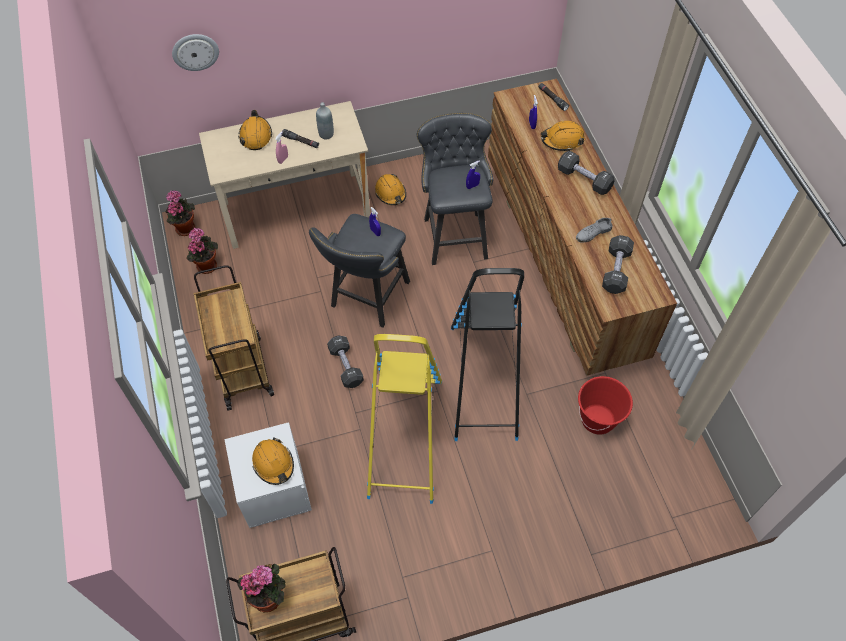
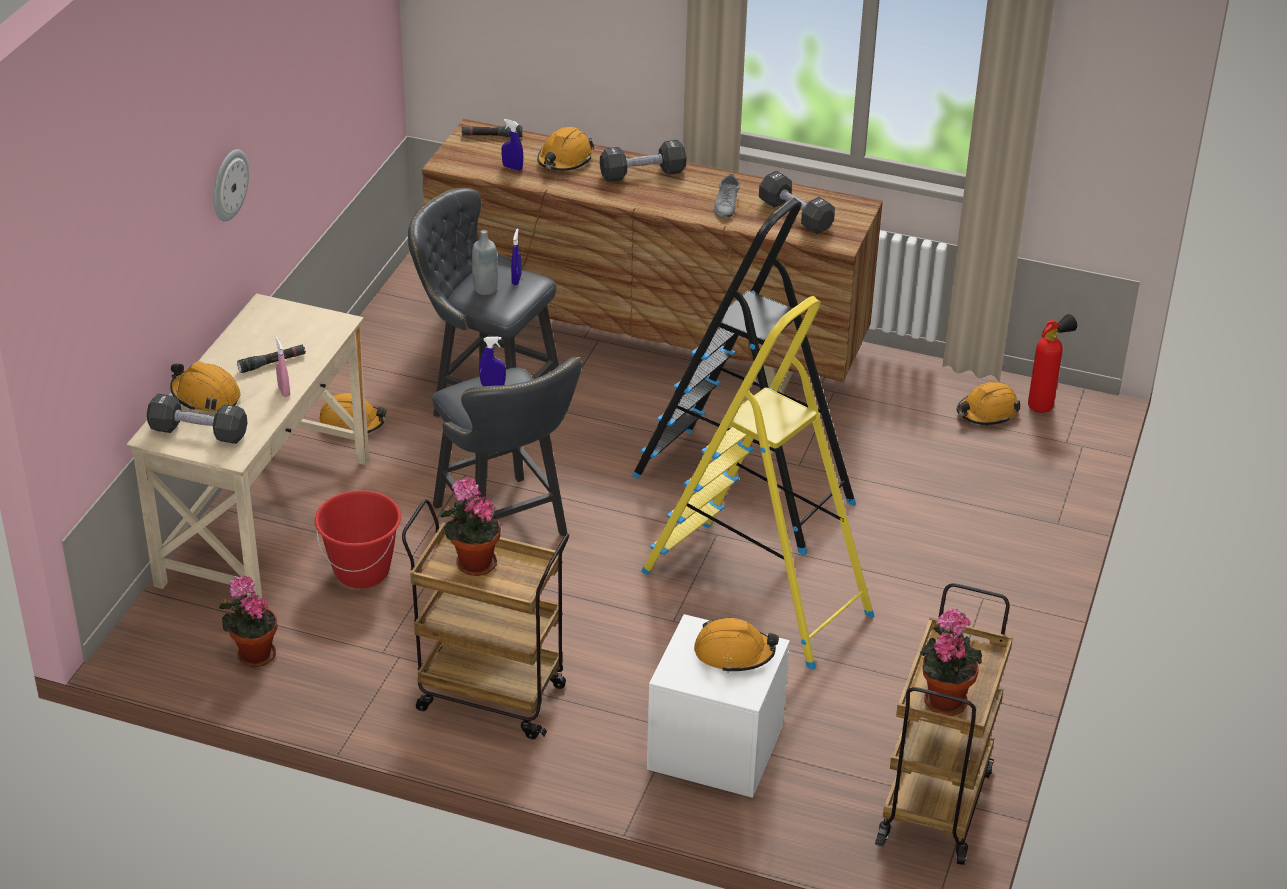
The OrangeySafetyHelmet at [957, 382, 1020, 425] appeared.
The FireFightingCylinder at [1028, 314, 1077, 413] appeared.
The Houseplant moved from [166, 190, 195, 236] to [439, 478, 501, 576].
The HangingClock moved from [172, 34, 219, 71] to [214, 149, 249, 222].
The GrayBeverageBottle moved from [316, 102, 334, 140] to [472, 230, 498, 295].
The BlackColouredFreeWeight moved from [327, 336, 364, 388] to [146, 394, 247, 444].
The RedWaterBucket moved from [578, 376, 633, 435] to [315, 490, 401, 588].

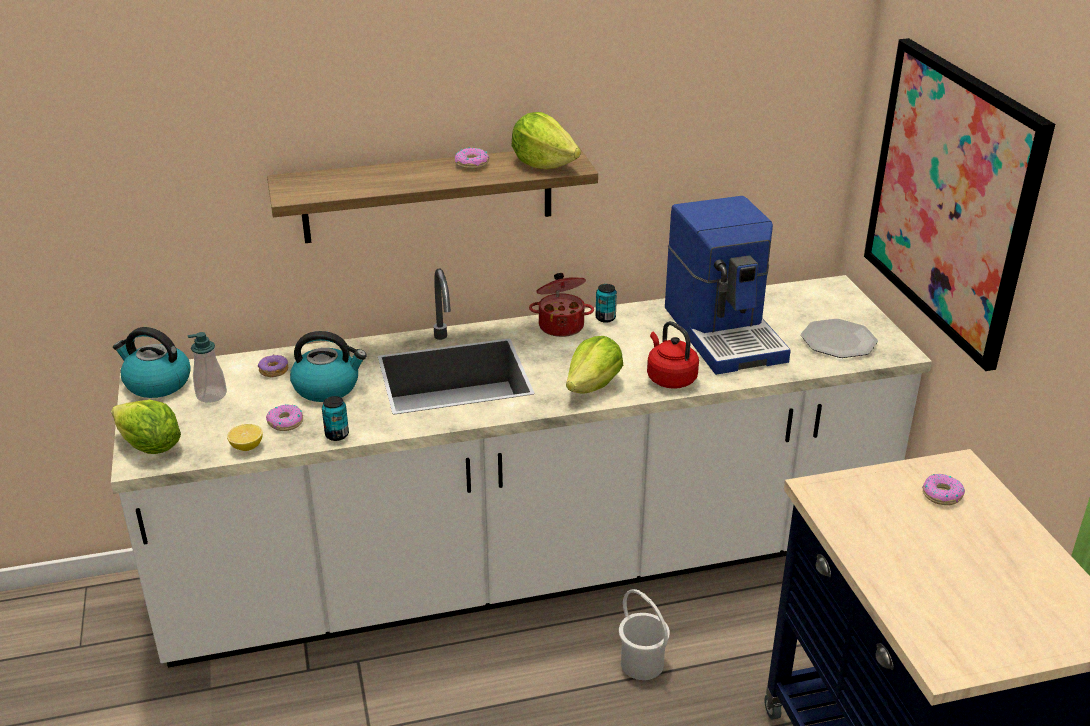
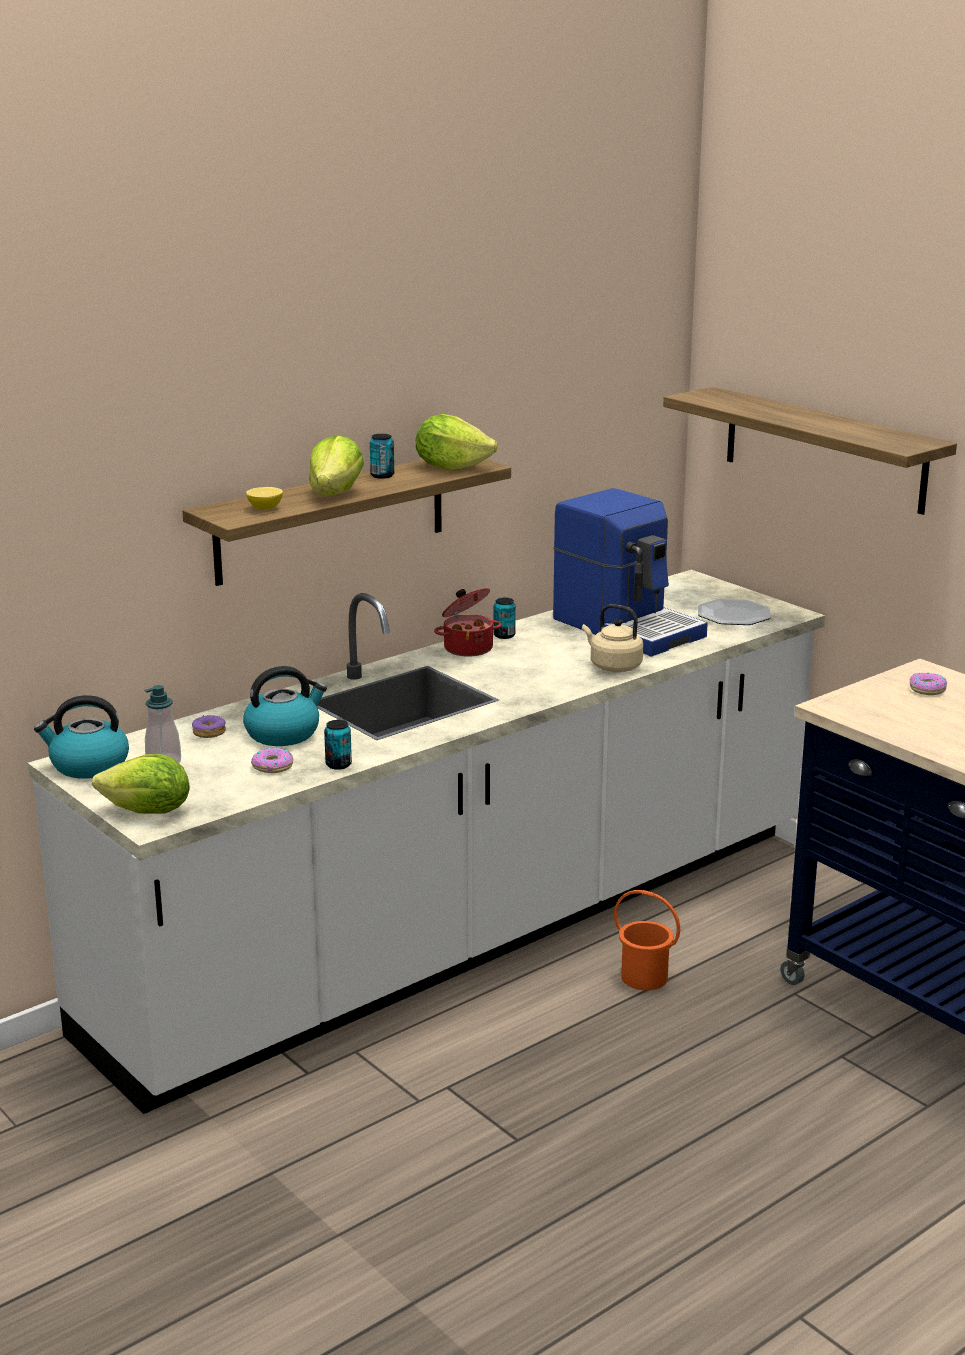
The WholeLemon moved from [227, 424, 263, 451] to [246, 487, 283, 510].
The Lettuce moved from [566, 336, 623, 394] to [309, 435, 364, 495].
The Doughnut at [455, 147, 489, 169] was replaced by the SealedCan at [370, 434, 394, 479].
The Picture at [864, 38, 1055, 371] was replaced by the BracketShelf at [663, 387, 957, 515].
The WhitishWaterBucket at [619, 589, 670, 680] became the OrangeyWaterBucket at [614, 890, 680, 990].
The RedTeaKettle at [647, 321, 699, 389] became the BeigeTeaKettle at [582, 604, 643, 672].

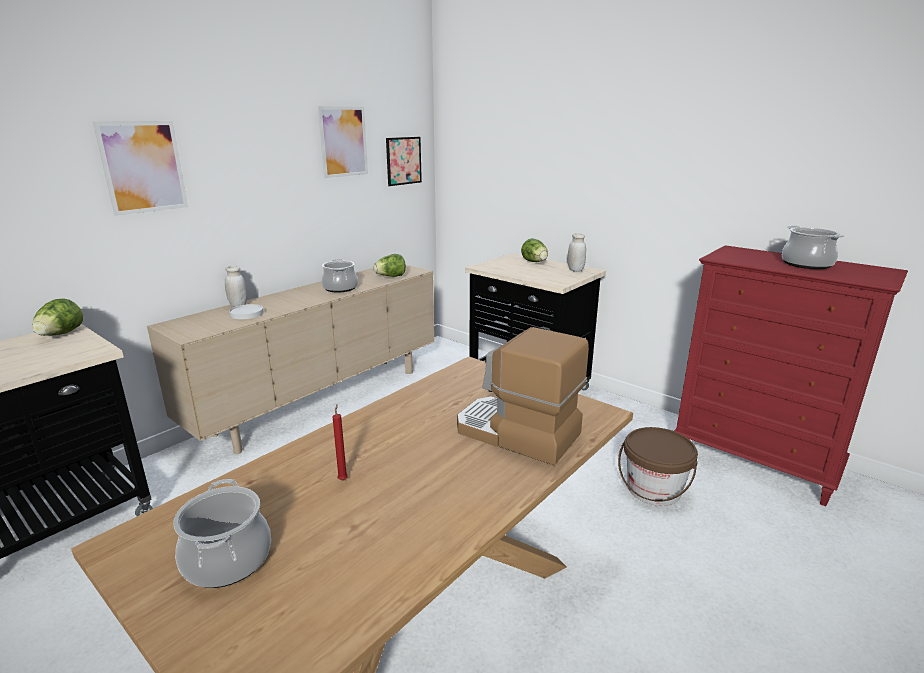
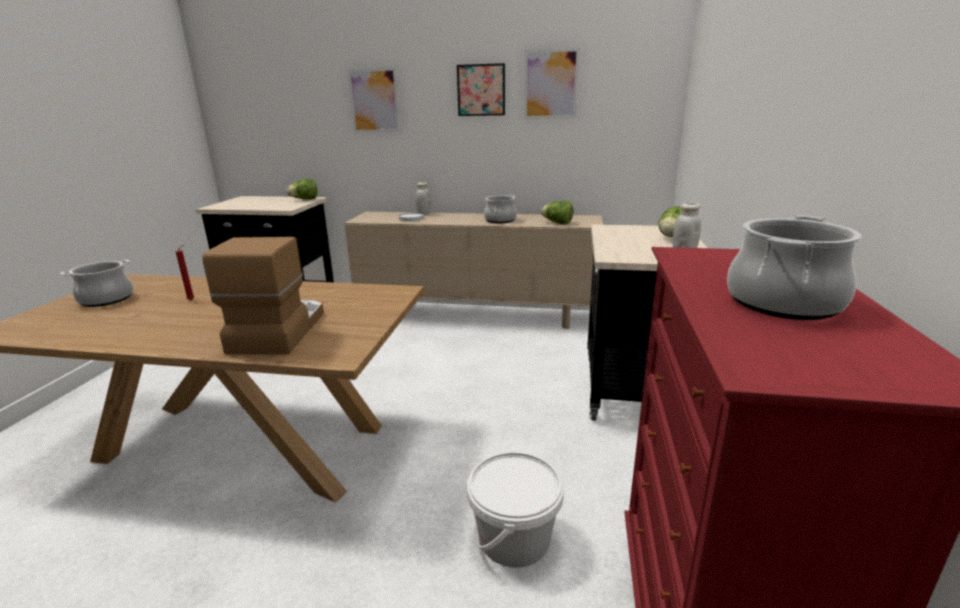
The Picture moved from [386, 137, 422, 186] to [457, 63, 505, 116].
The BrownWaterBucket at [618, 427, 698, 506] became the WhitishWaterBucket at [467, 452, 564, 568].

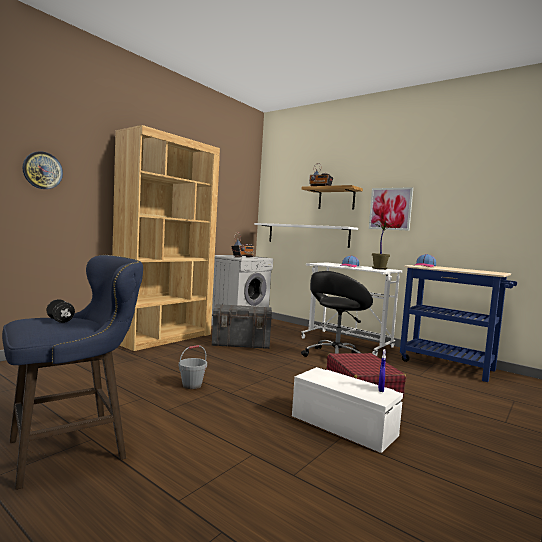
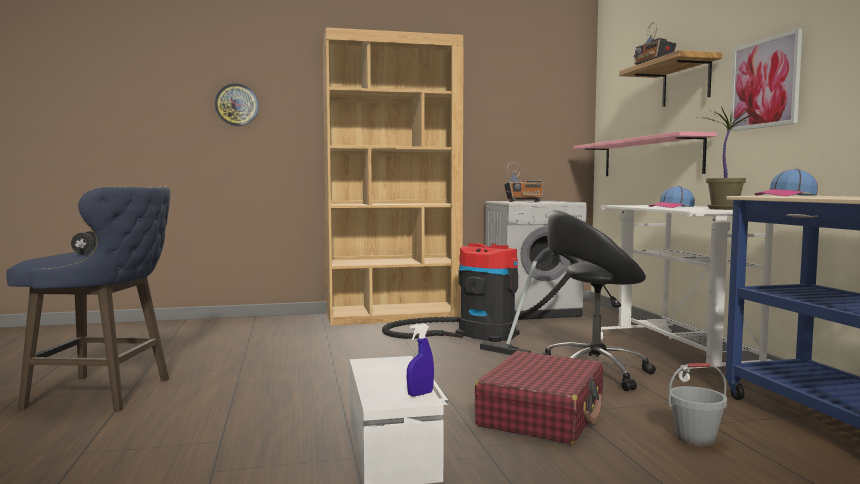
The GrayWaterBucket moved from [179, 345, 207, 389] to [668, 363, 727, 446].
The GrayStorageBin at [212, 304, 273, 349] was replaced by the Hoover at [382, 243, 572, 355].
The WhitishBracketShelf at [254, 223, 358, 248] became the PinkishBracketShelf at [574, 131, 717, 176].

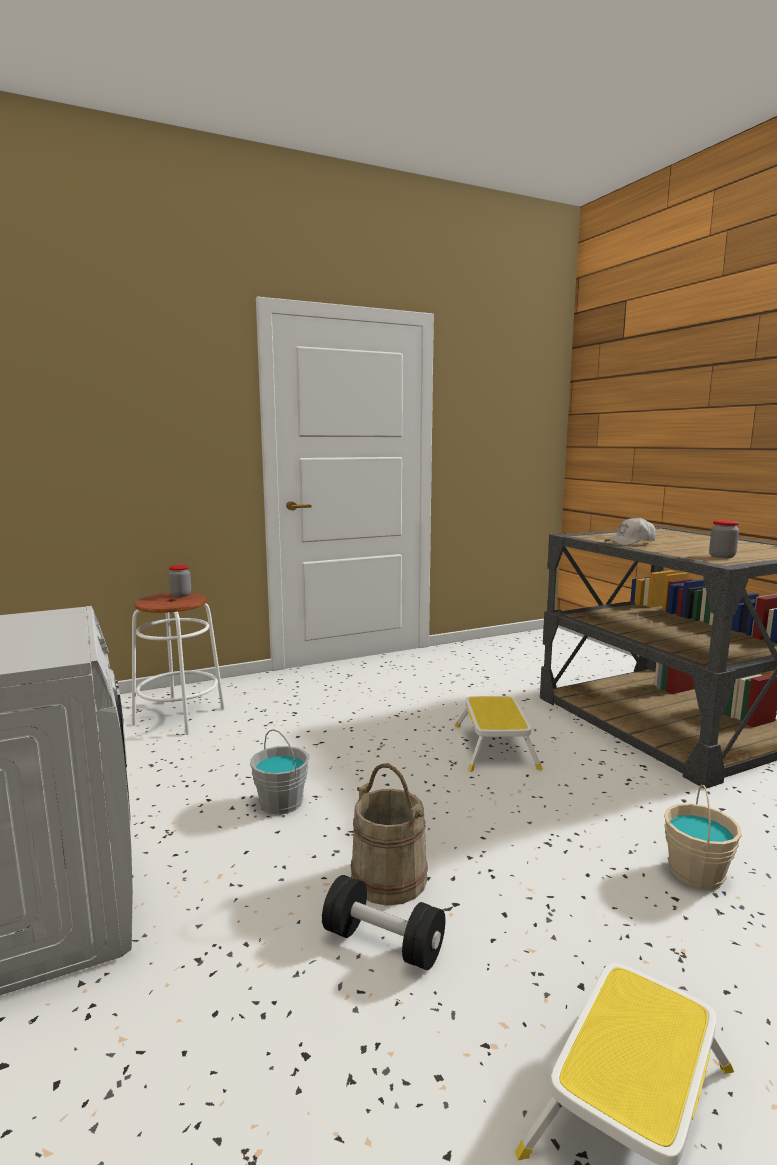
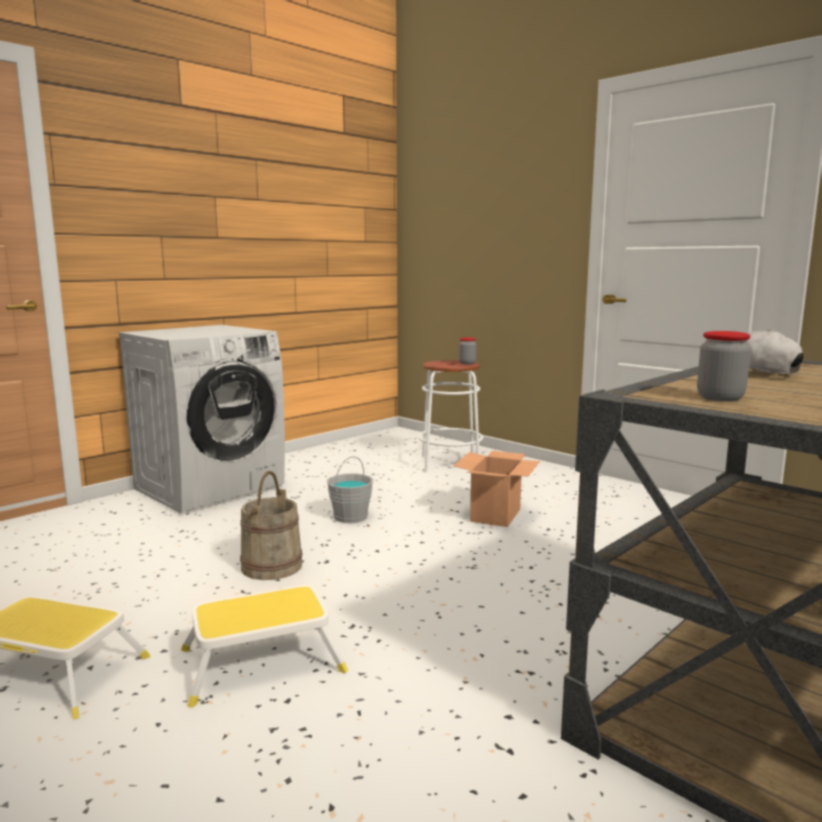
The BlackColouredFreeWeight at [322, 875, 445, 970] disappeared.
The BeigeWaterBucket at [664, 785, 742, 890] disappeared.
The CardboardBox at [454, 451, 540, 527] appeared.
The YellowColouredStepladder moved from [455, 696, 543, 772] to [181, 585, 348, 708].

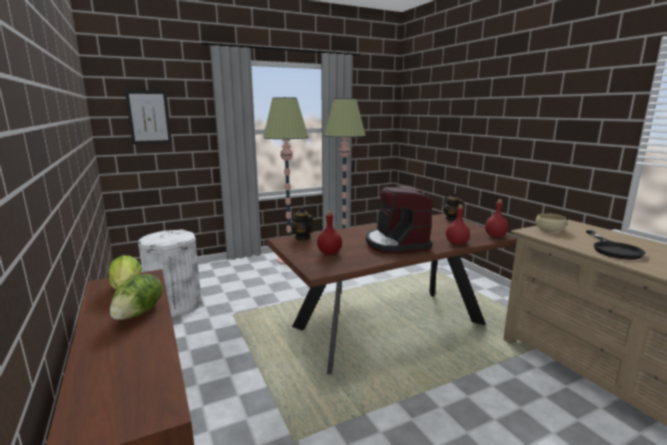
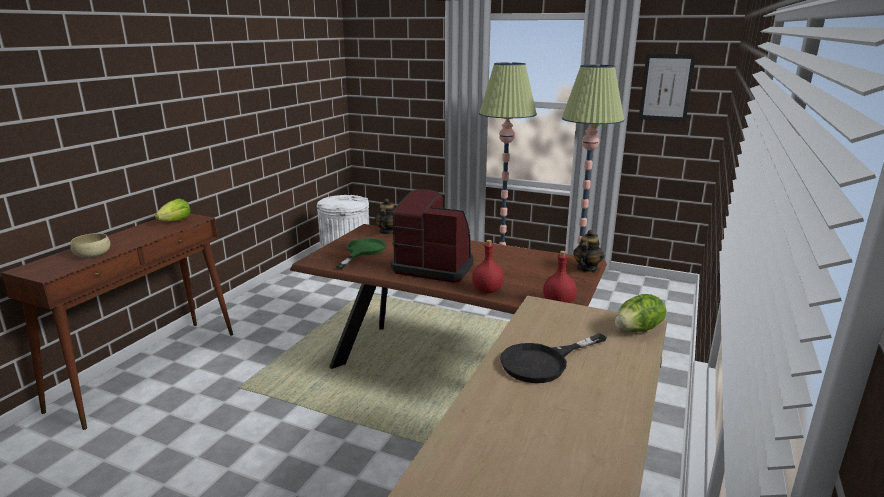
The Lettuce moved from [110, 274, 163, 320] to [615, 294, 666, 332].
The Picture moved from [125, 90, 172, 145] to [639, 53, 696, 122].
The BeigeBowl moved from [536, 213, 567, 232] to [70, 233, 110, 258].
The RedBeverageBottle at [317, 211, 342, 255] was replaced by the GreenColouredPan at [336, 238, 386, 269].
The CoffeeBrewer at [366, 185, 433, 254] turned 75 degrees clockwise.

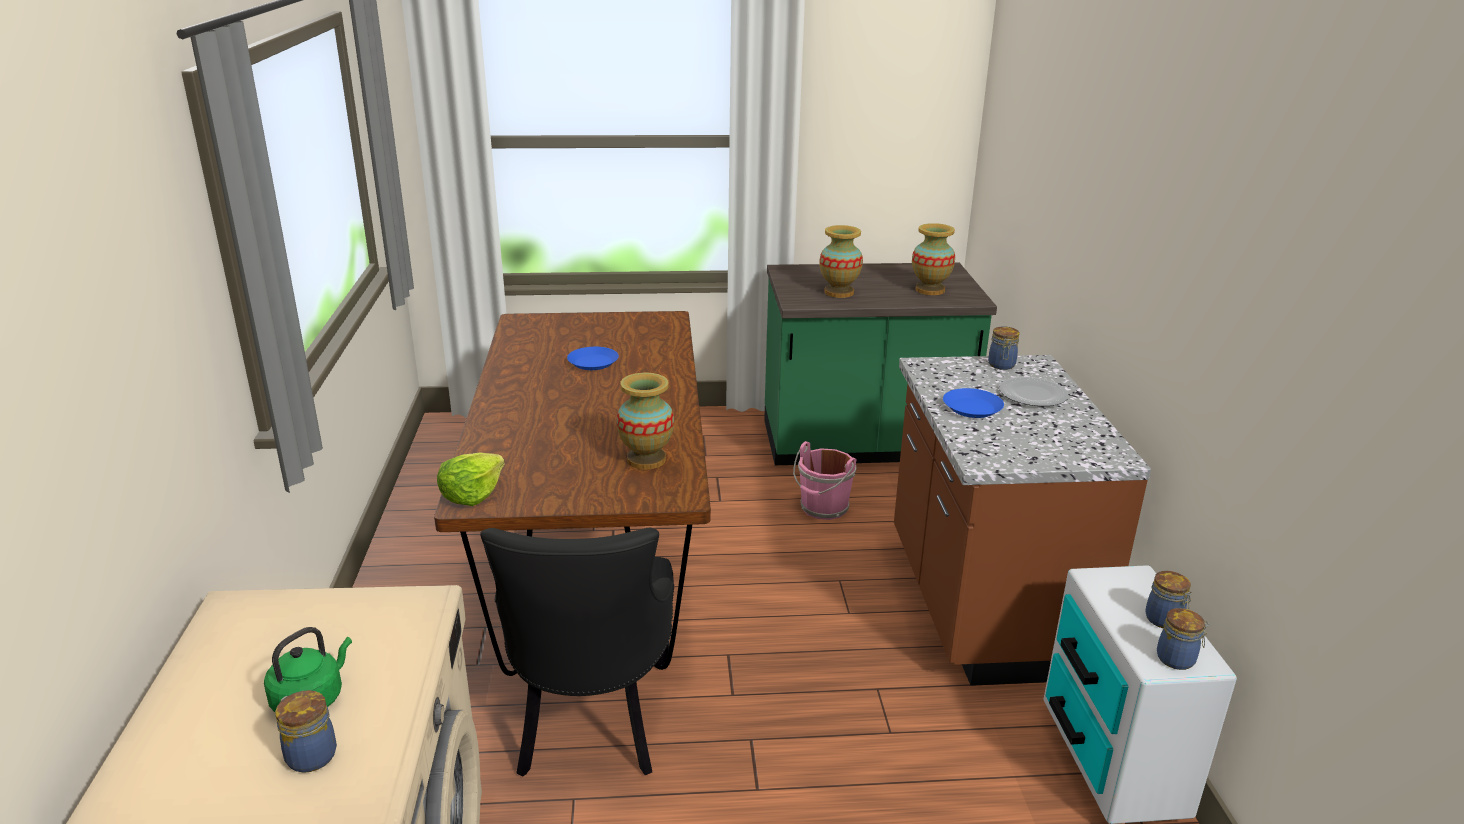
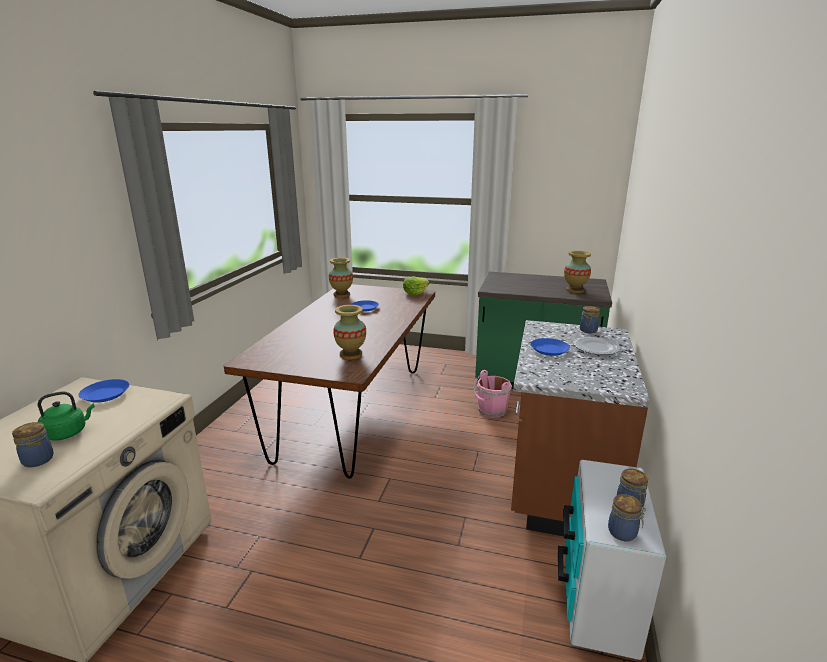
The BlackColouredUprightChair at [480, 528, 674, 777] disappeared.
The BlueDinnerPlate at [79, 379, 130, 403] appeared.
The Lettuce moved from [437, 452, 505, 506] to [403, 276, 430, 295].
The Vase moved from [820, 225, 863, 298] to [329, 258, 353, 298].

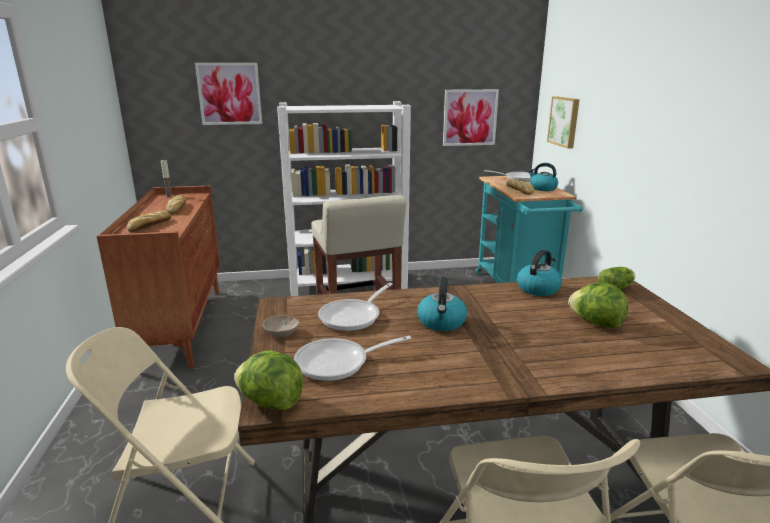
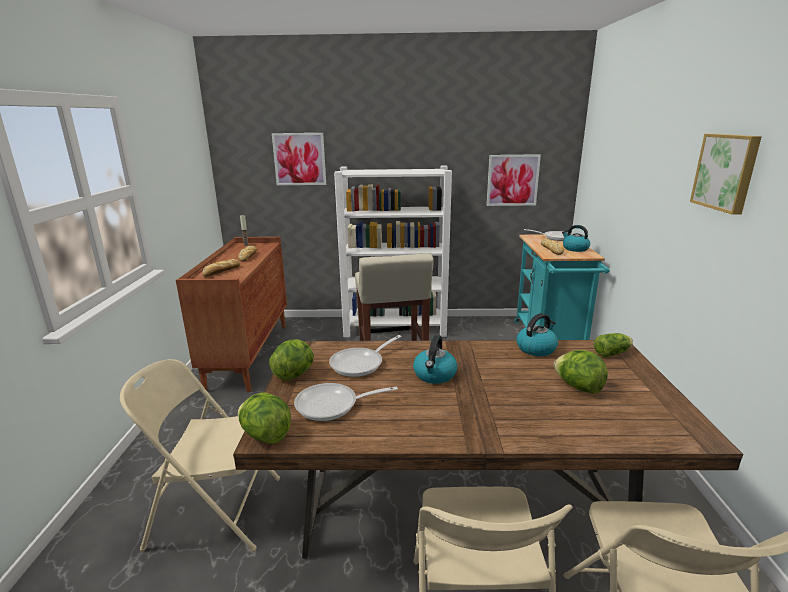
The Picture moved from [547, 96, 580, 149] to [690, 134, 762, 215].
The BeigeBowl at [263, 315, 299, 337] was replaced by the Lettuce at [269, 339, 314, 381].

